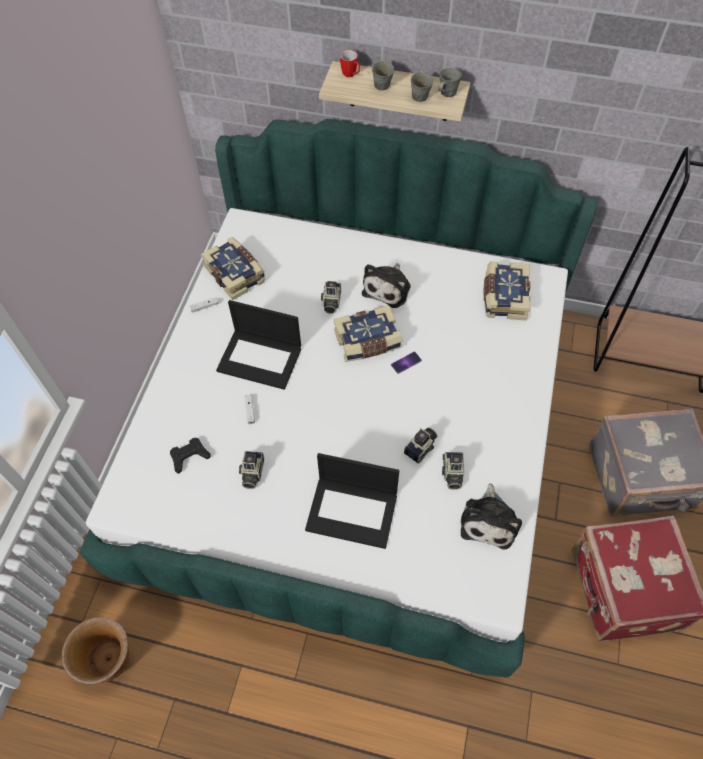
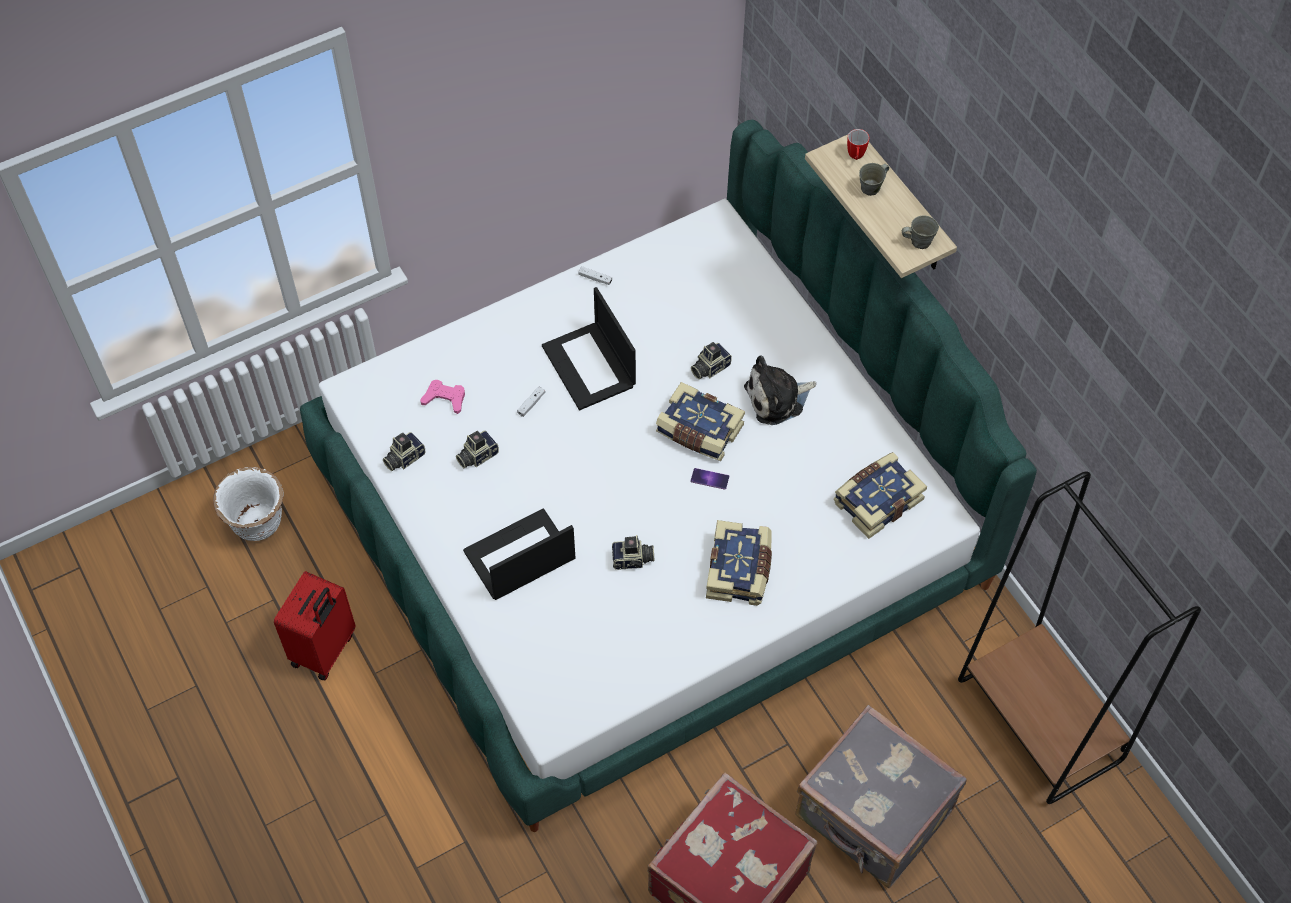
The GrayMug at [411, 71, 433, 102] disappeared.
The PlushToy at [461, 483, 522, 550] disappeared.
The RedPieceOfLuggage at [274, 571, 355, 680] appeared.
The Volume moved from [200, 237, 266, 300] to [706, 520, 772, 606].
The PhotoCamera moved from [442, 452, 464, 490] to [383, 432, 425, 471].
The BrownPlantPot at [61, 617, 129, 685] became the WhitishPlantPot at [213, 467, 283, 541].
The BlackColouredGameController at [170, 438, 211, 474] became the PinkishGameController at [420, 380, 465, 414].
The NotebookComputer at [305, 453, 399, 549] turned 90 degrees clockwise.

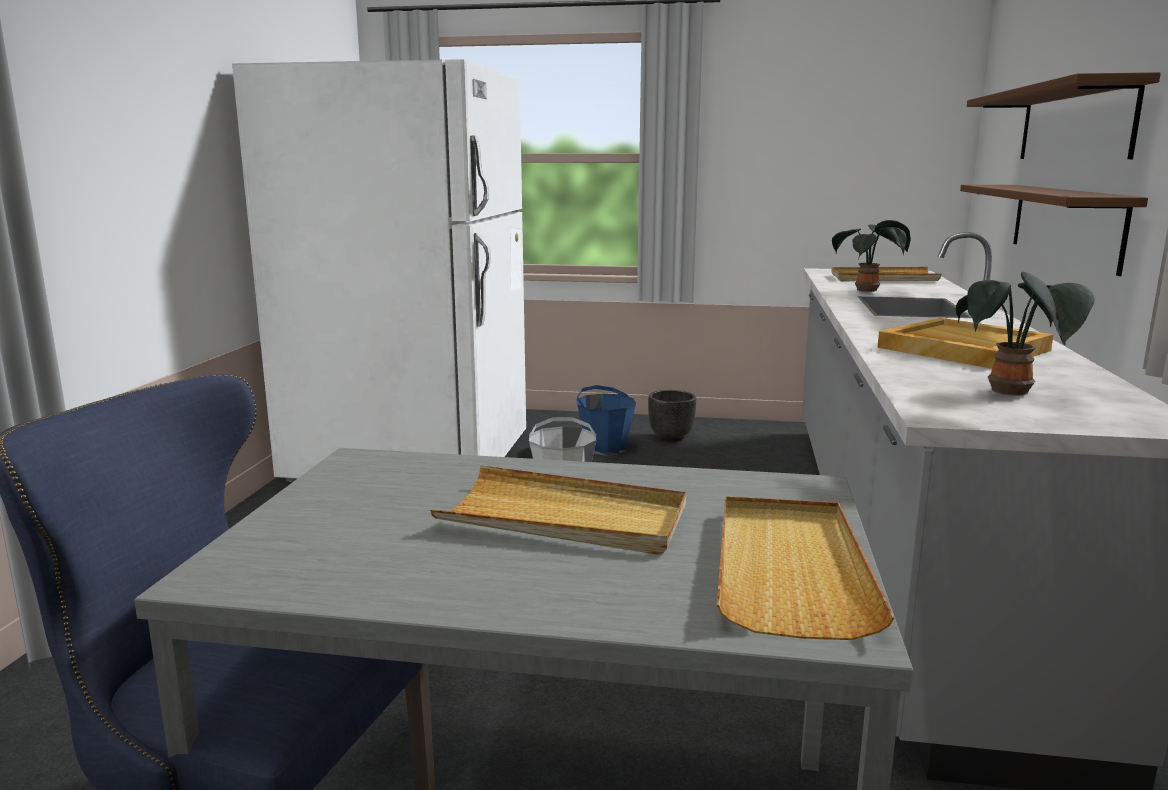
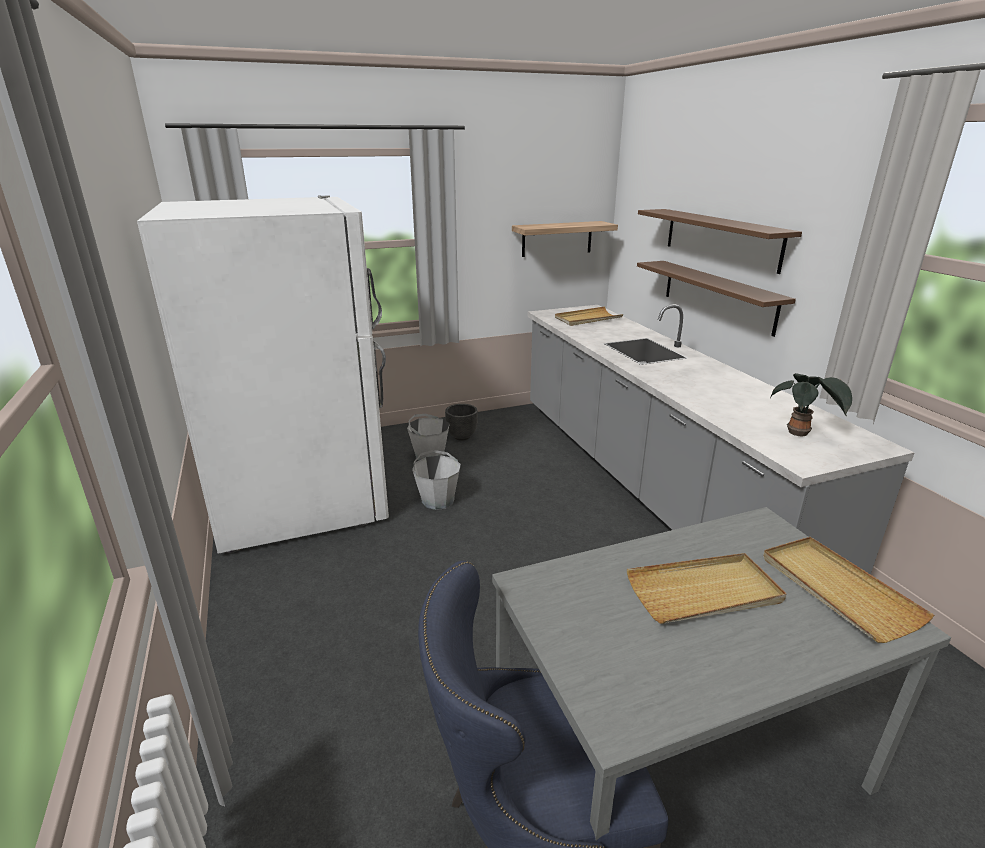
The Houseplant at [832, 220, 911, 292] disappeared.
The BeigeCarryingTray at [877, 318, 1054, 369] disappeared.
The BracketShelf at [512, 221, 618, 257] appeared.
The BlueWaterBucket at [576, 385, 636, 455] became the GrayWaterBucket at [407, 414, 450, 461].

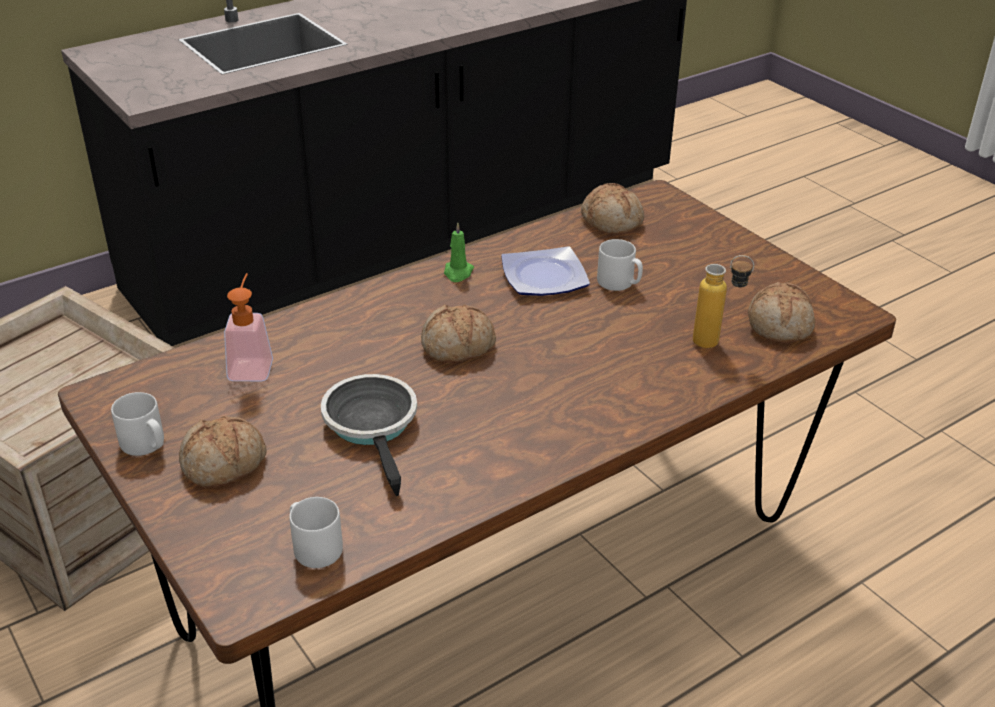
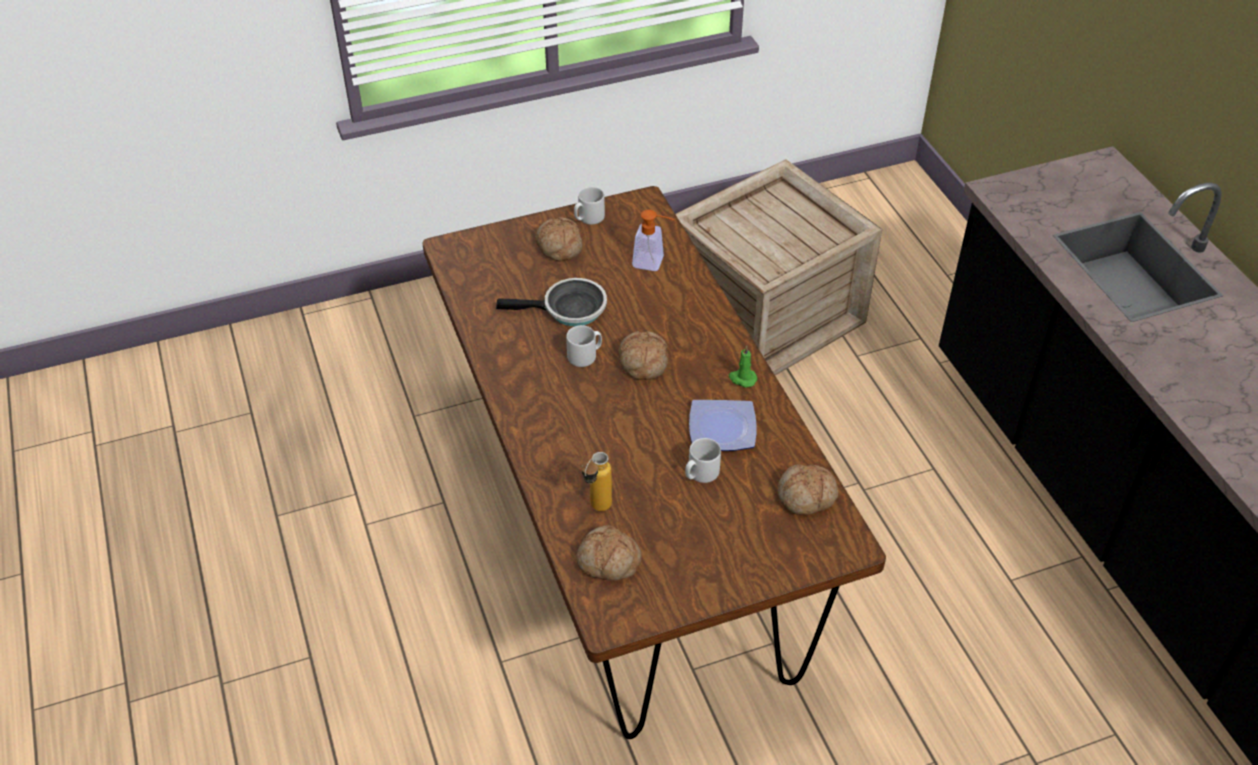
The GrayMug moved from [289, 497, 343, 568] to [566, 325, 602, 367].

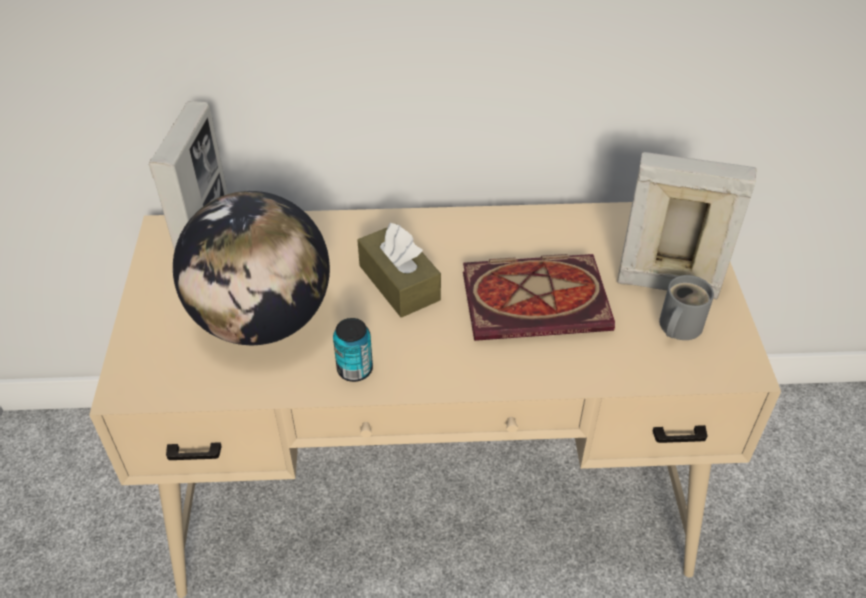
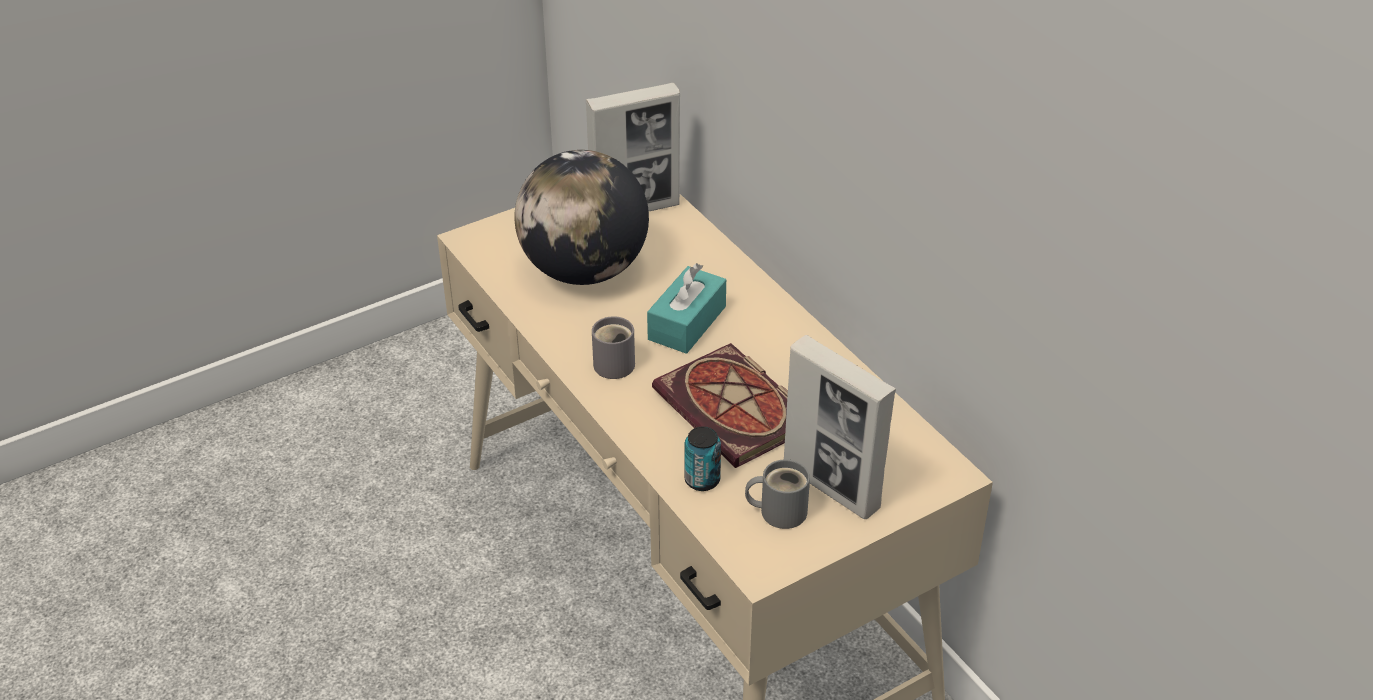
The GrayMug at [592, 316, 635, 379] appeared.
The SealedCan moved from [333, 318, 373, 382] to [684, 426, 721, 491].
The BrownTissueHolder at [357, 223, 441, 318] became the TurquoiseTissueHolder at [647, 263, 726, 354].
The PhotoFrame at [617, 152, 756, 299] turned 150 degrees clockwise.

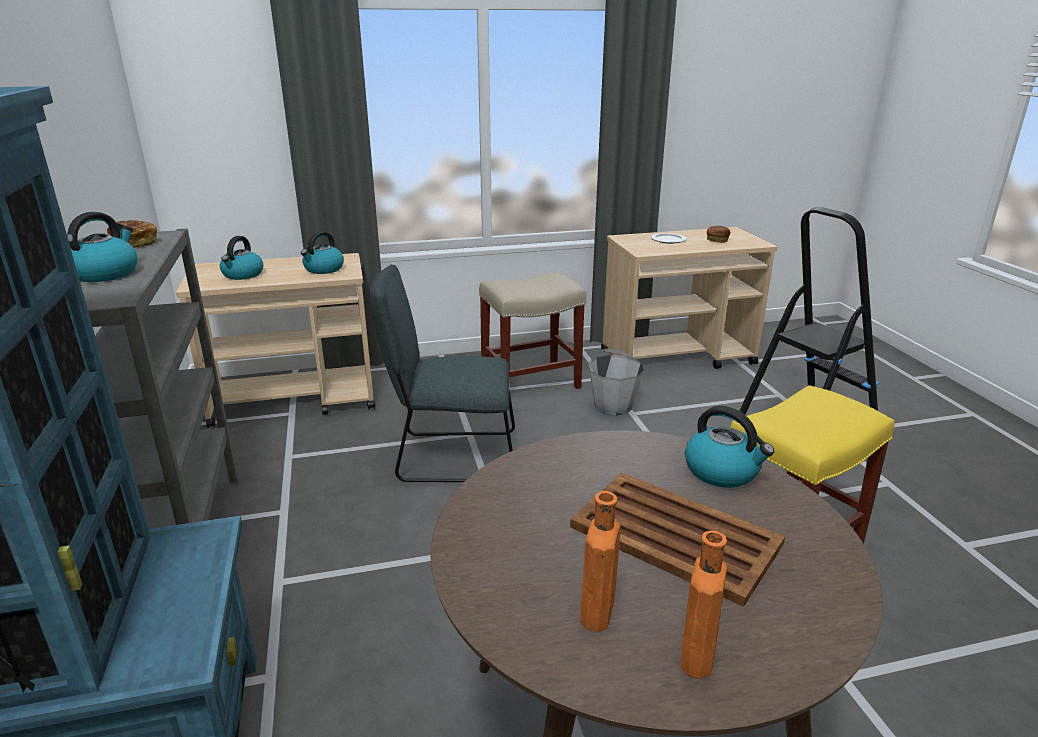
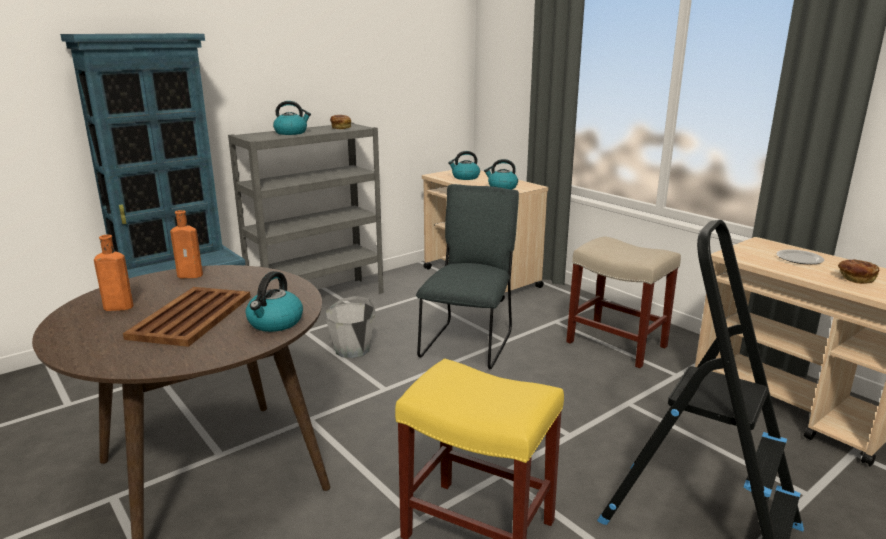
The GrayWaterBucket moved from [588, 348, 644, 416] to [325, 296, 376, 358].
The OrangeyBeverageBottle moved from [680, 531, 727, 679] to [170, 210, 203, 278].
The GrayUprightChair at [369, 265, 515, 482] turned 45 degrees clockwise.

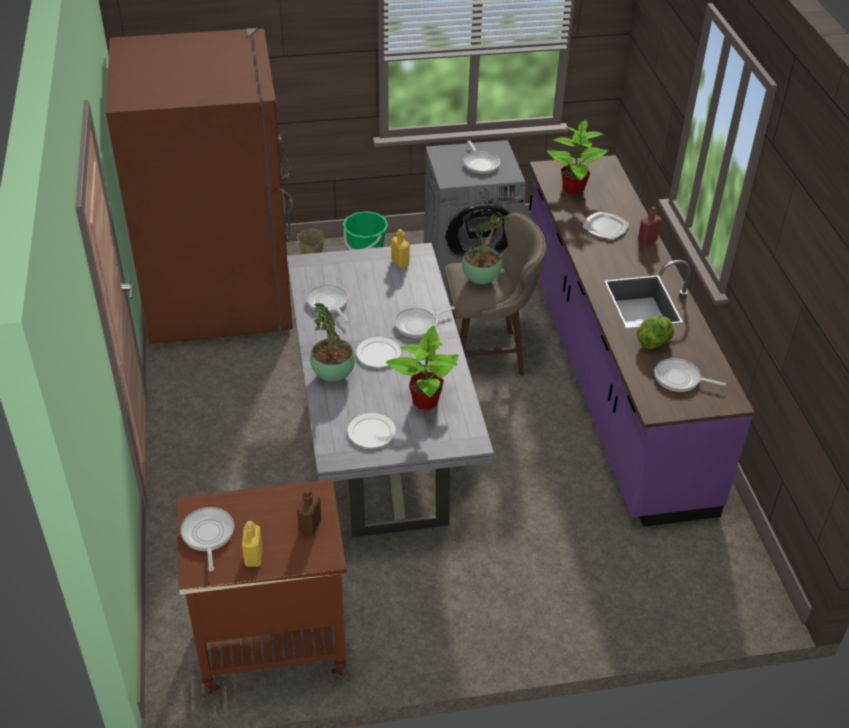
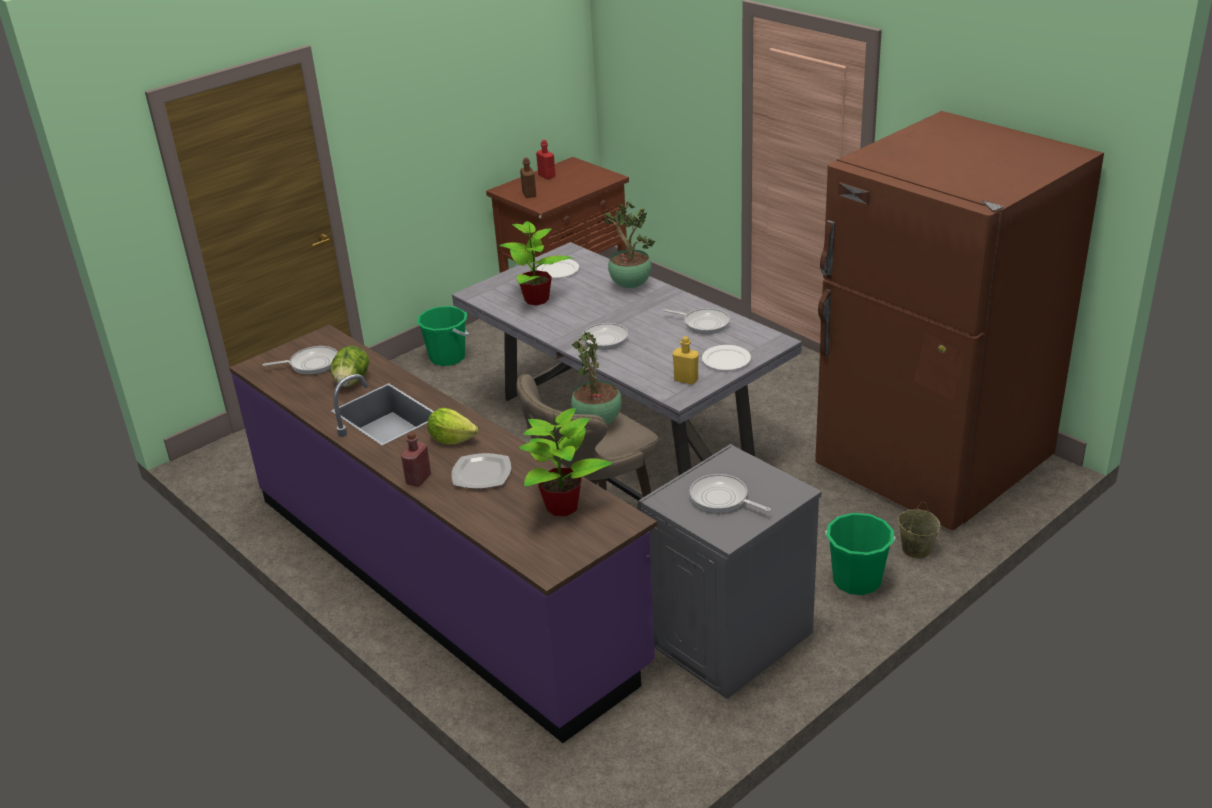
The Pan at [180, 507, 234, 571] disappeared.
The GreenColouredWaterBucket at [417, 306, 469, 366] appeared.
The Lettuce at [427, 408, 479, 445] appeared.
The WhitishDinnerPlate moved from [356, 337, 401, 367] to [702, 345, 751, 370].
The YellowColouredBeverageBottle at [242, 521, 263, 567] became the RedBeverageBottle at [536, 140, 555, 179].

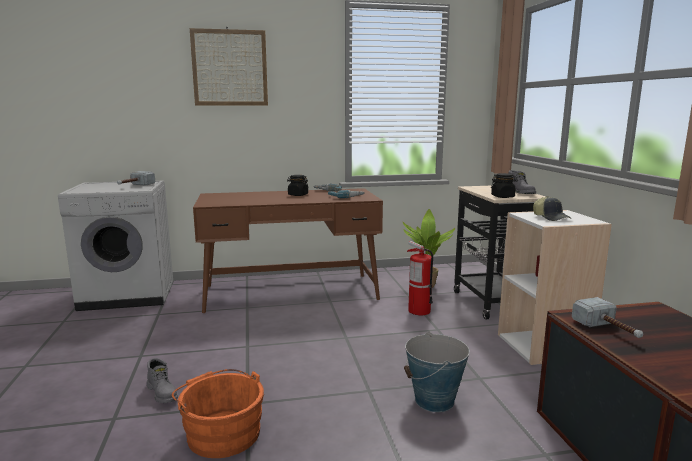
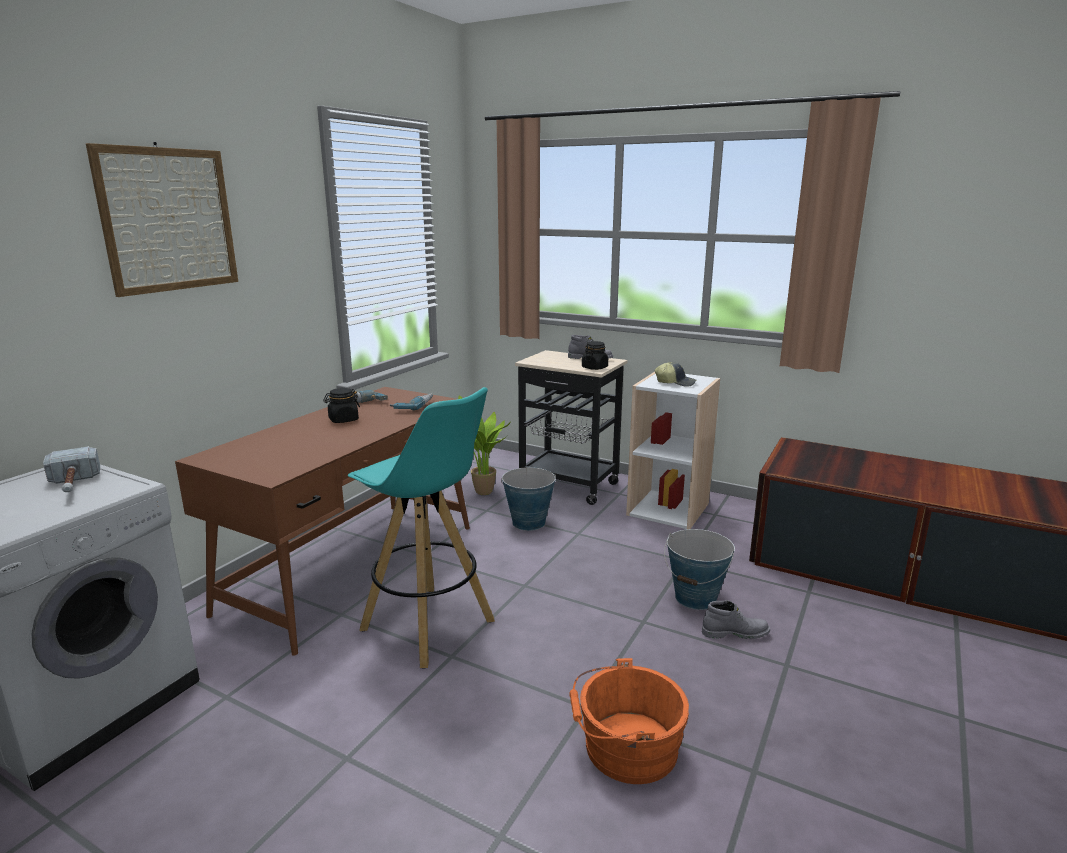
The Hammer at [572, 297, 643, 338] disappeared.
The TurquoiseStoolSeat at [348, 387, 495, 669] appeared.
The GrayBoot moved from [147, 358, 178, 403] to [702, 600, 770, 639].
The FireFightingCylinder at [407, 241, 433, 316] was replaced by the WaterBucket at [501, 467, 556, 531].

